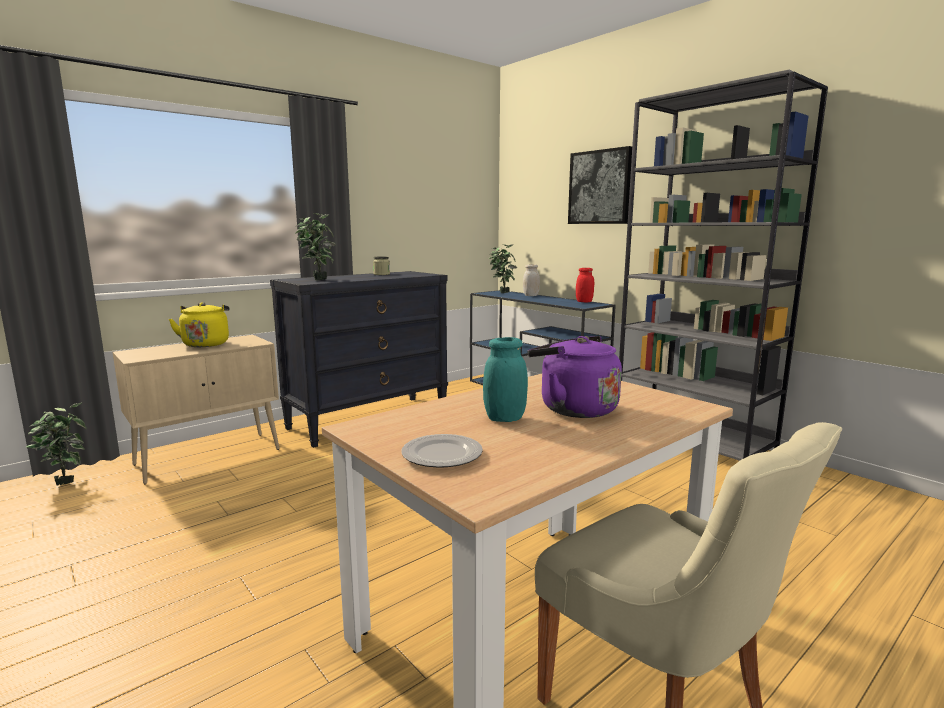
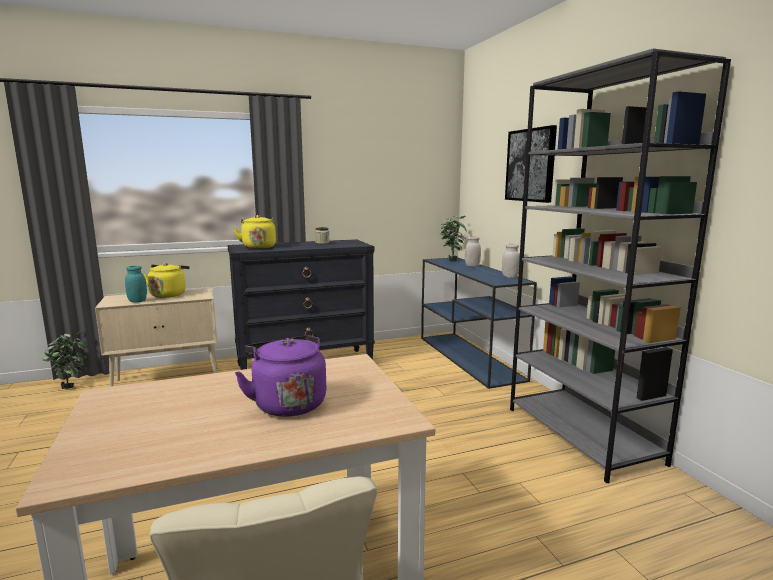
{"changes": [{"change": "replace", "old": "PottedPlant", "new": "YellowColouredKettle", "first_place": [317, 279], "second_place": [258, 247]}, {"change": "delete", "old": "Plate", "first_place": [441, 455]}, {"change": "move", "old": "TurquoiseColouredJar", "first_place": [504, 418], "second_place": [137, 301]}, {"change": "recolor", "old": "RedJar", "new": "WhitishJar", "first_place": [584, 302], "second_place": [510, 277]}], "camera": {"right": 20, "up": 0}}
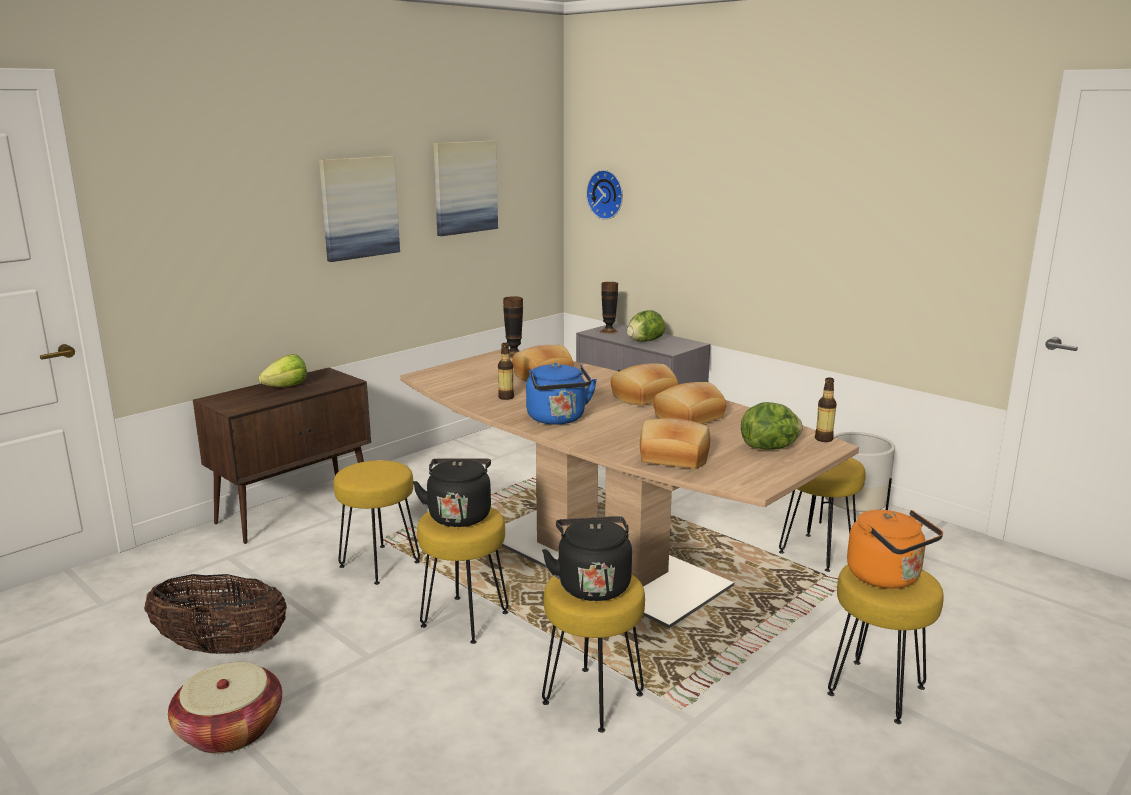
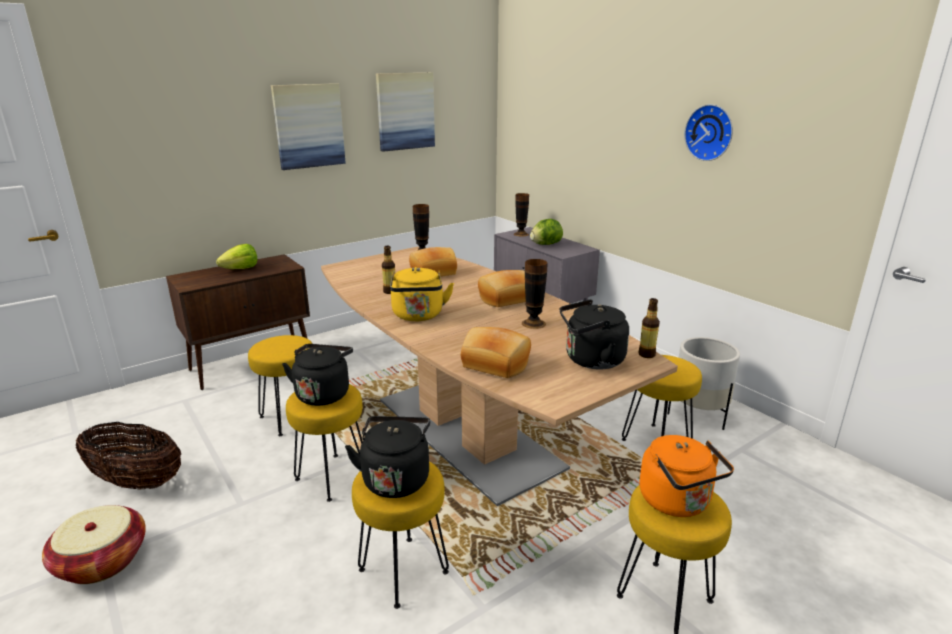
{"changes": [{"change": "recolor", "old": "BlueKettle", "new": "YellowColouredKettle", "first_place": [558, 419], "second_place": [418, 316]}, {"change": "move", "old": "WallClock", "first_place": [607, 194], "second_place": [710, 132]}, {"change": "replace", "old": "Bread", "new": "FlowerVase", "first_place": [690, 418], "second_place": [533, 323]}, {"change": "replace", "old": "LettuceHead", "new": "BlackishKettle", "first_place": [770, 448], "second_place": [591, 360]}], "camera": {"right": 10, "up": 5}}
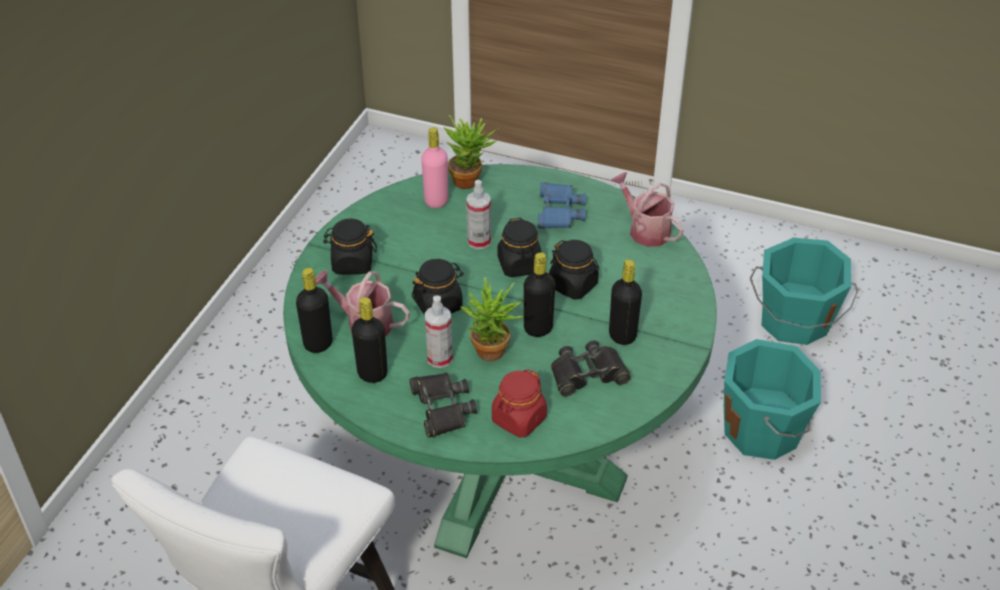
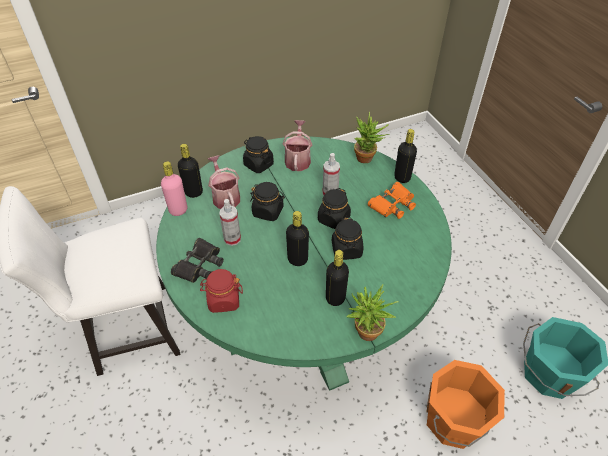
{"changes": [{"change": "move", "old": "BlackishBeverageBottle", "first_place": [372, 374], "second_place": [402, 177]}, {"change": "move", "old": "PinkBeverageBottle", "first_place": [436, 201], "second_place": [178, 210]}, {"change": "move", "old": "PottedPlant", "first_place": [491, 356], "second_place": [365, 335]}, {"change": "recolor", "old": "BlueFieldGlasses", "new": "OrangeColouredFieldGlasses", "first_place": [559, 211], "second_place": [392, 204]}, {"change": "delete", "old": "BlackishFieldGlasses", "first_place": [587, 374]}, {"change": "move", "old": "SprinklingCan", "first_place": [645, 230], "second_place": [298, 159]}, {"change": "recolor", "old": "TurquoiseColouredBucket", "new": "OrangeColouredBucket", "first_place": [763, 431], "second_place": [454, 421]}], "camera": {"right": 45, "up": 5}}
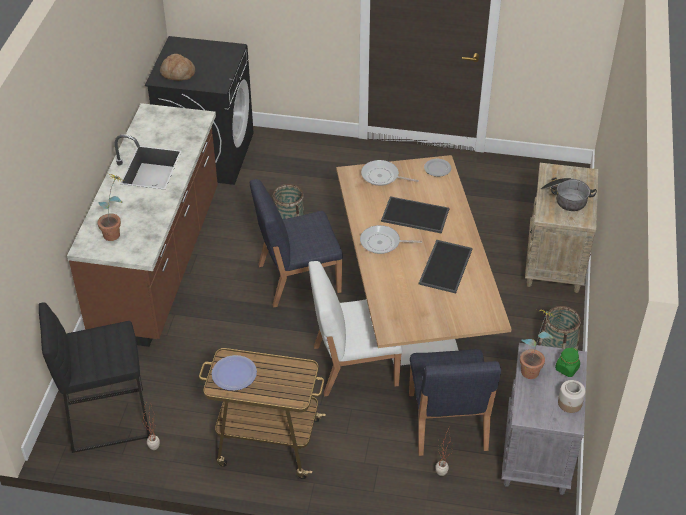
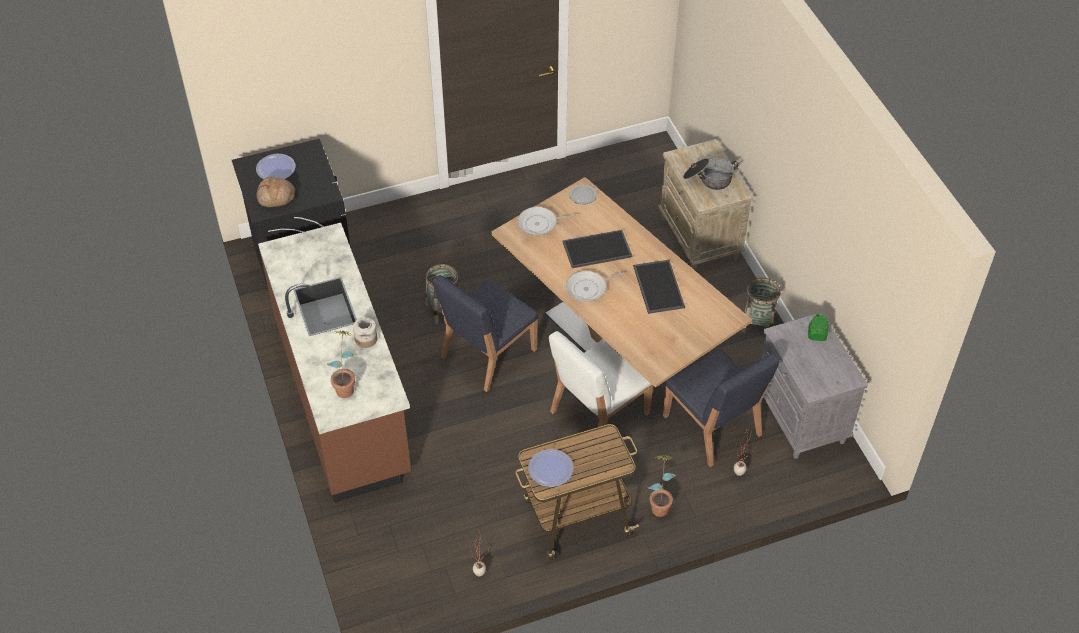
{"changes": [{"change": "delete", "old": "BlackishStoolSeat", "first_place": [108, 419]}, {"change": "move", "old": "PottedPlant", "first_place": [532, 368], "second_place": [660, 504]}, {"change": "move", "old": "Jar", "first_place": [570, 403], "second_place": [366, 339]}, {"change": "insert", "new": "Plate", "second_place": [276, 168]}], "camera": {"right": -30, "up": 5}}
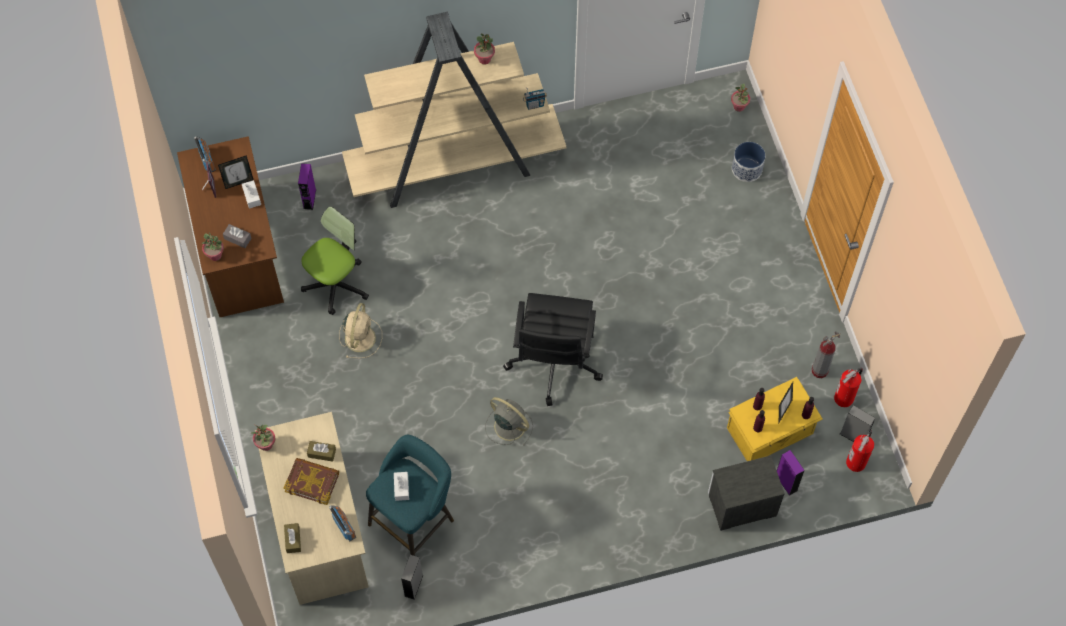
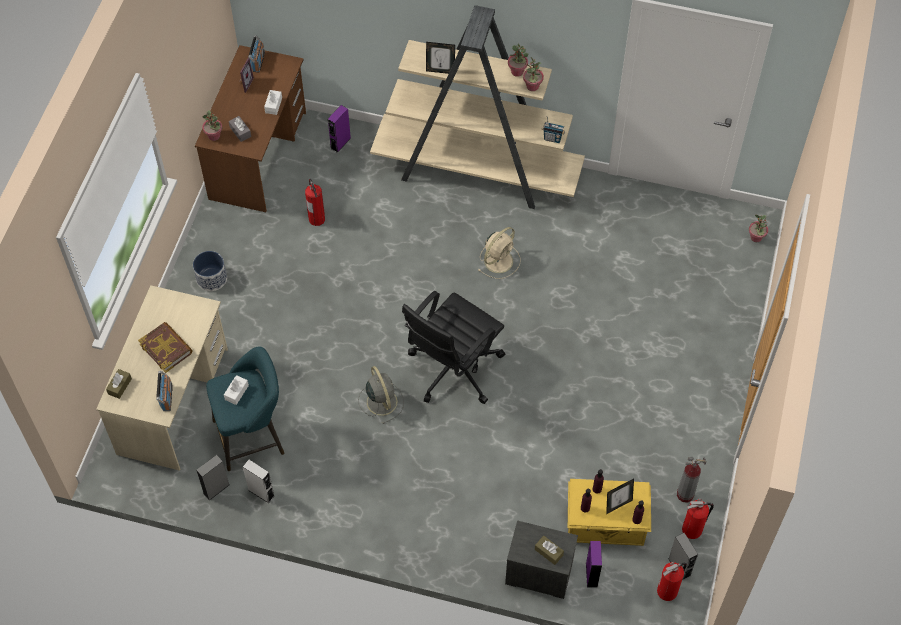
{"changes": [{"change": "move", "old": "PhotoFrame", "first_place": [238, 182], "second_place": [440, 70]}, {"change": "move", "old": "PottedPlant", "first_place": [266, 444], "second_place": [532, 86]}, {"change": "replace", "old": "DeskChair", "new": "FireExtinguisher", "first_place": [336, 284], "second_place": [316, 218]}, {"change": "move", "old": "BrownBoxOfTissues", "first_place": [322, 453], "second_place": [548, 552]}, {"change": "move", "old": "SandColouredElectricFan", "first_place": [360, 337], "second_place": [499, 260]}, {"change": "move", "old": "Planter", "first_place": [747, 169], "second_place": [211, 279]}, {"change": "insert", "new": "GreySpeaker", "second_place": [261, 492]}], "camera": {"right": 30, "up": -5}}
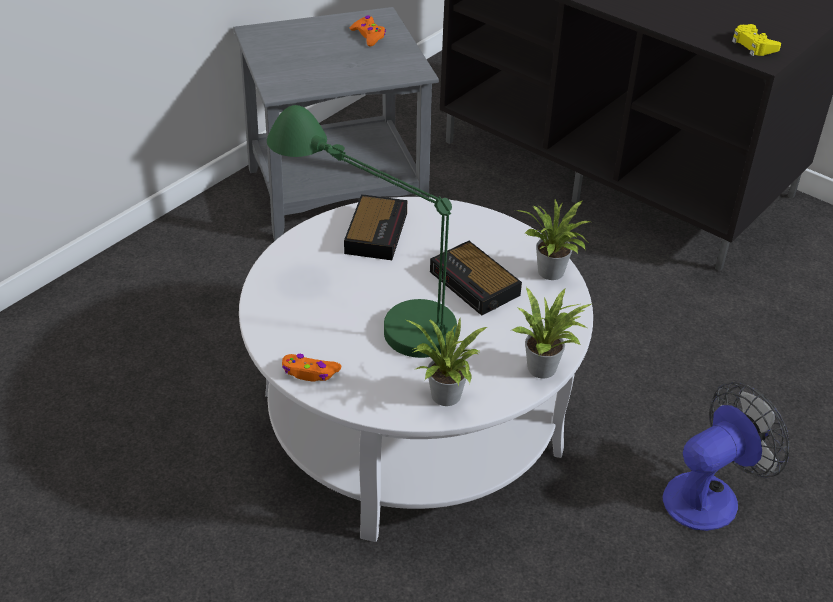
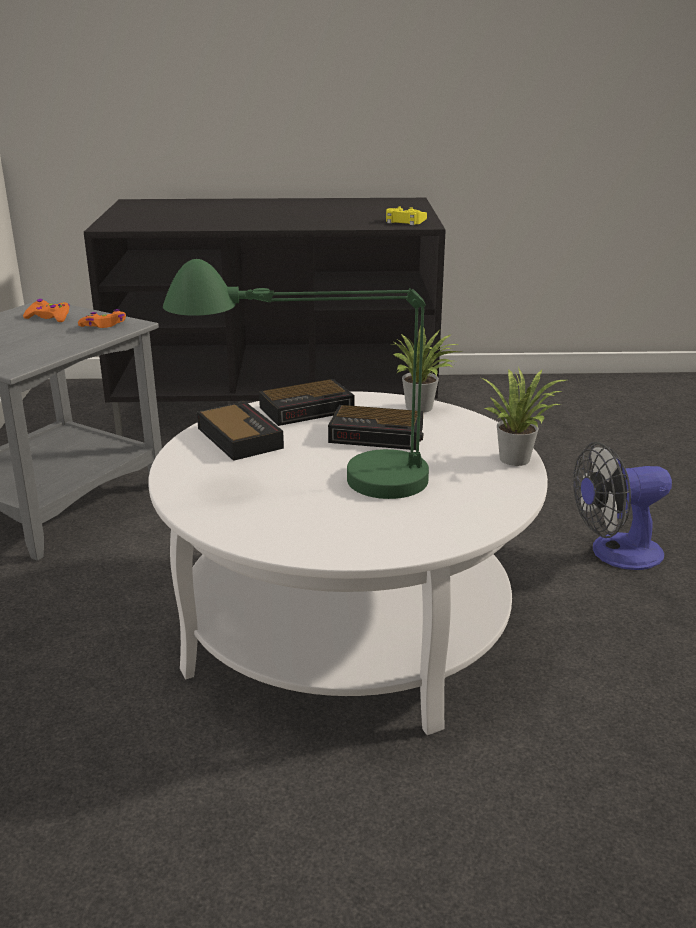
{"changes": [{"change": "move", "old": "OrangeColouredJoypad", "first_place": [310, 372], "second_place": [104, 325]}, {"change": "delete", "old": "PottedPlant", "first_place": [444, 398]}, {"change": "rotate", "old": "ElectricFan", "first_place": [710, 495], "second_place": [615, 553], "degrees": -120}, {"change": "insert", "new": "AlarmClock", "second_place": [308, 409]}], "camera": {"right": -40, "up": -15}}
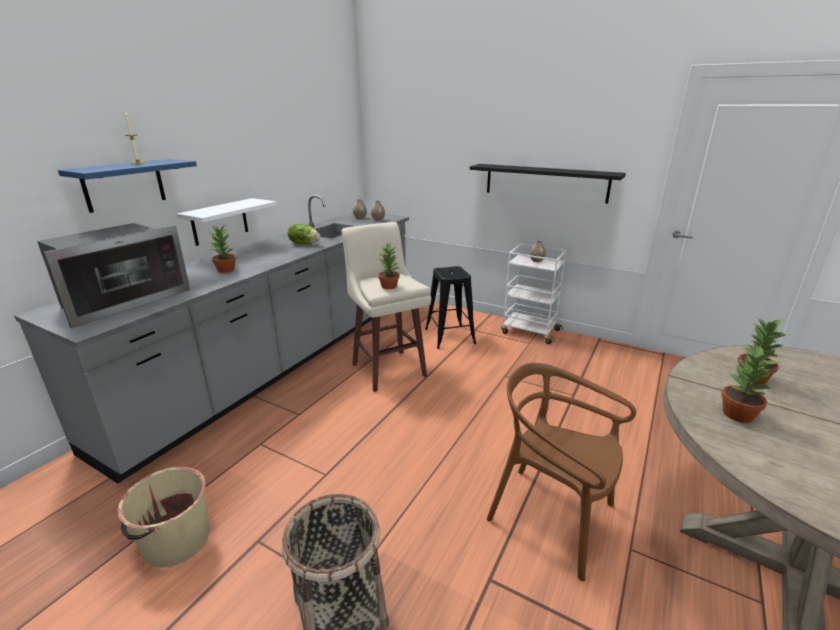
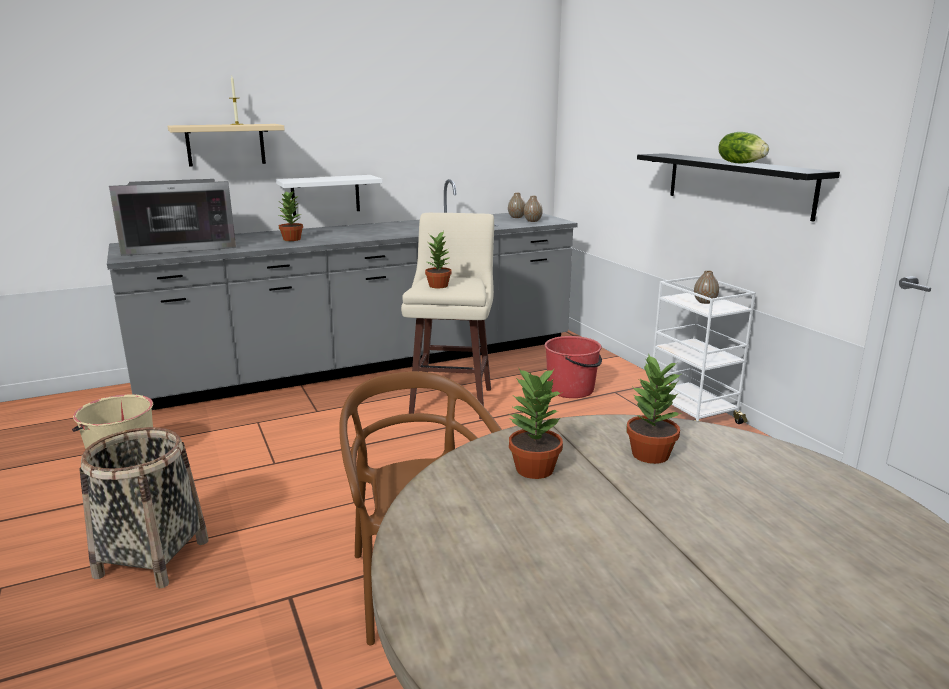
{"changes": [{"change": "recolor", "old": "BlueShelf", "new": "SandColouredShelf", "first_place": [124, 185], "second_place": [225, 144]}, {"change": "move", "old": "LettuceHead", "first_place": [304, 244], "second_place": [740, 163]}, {"change": "replace", "old": "BlackishStoolSeat", "new": "RedBucket", "first_place": [449, 336], "second_place": [571, 389]}], "camera": {"right": 35, "up": -5}}
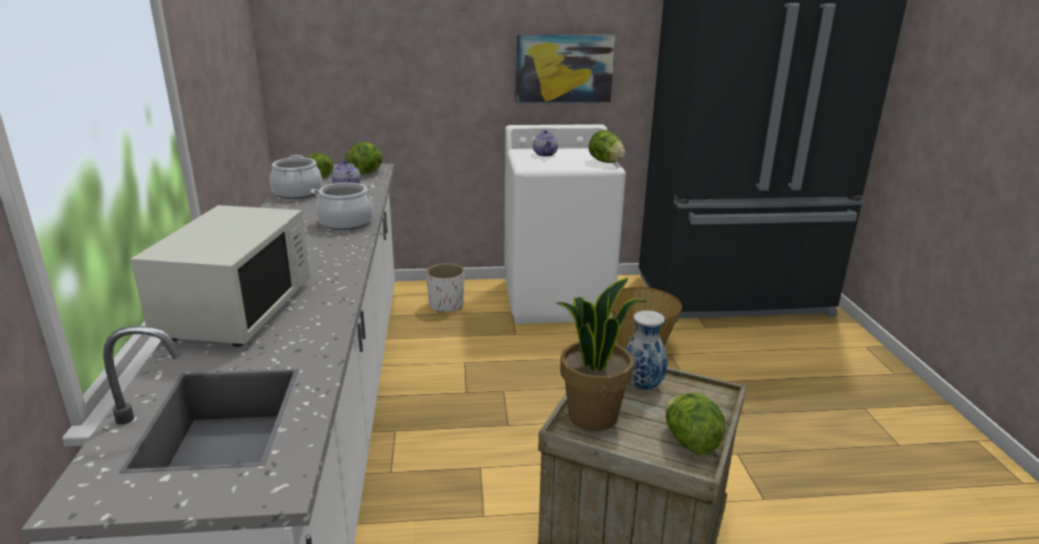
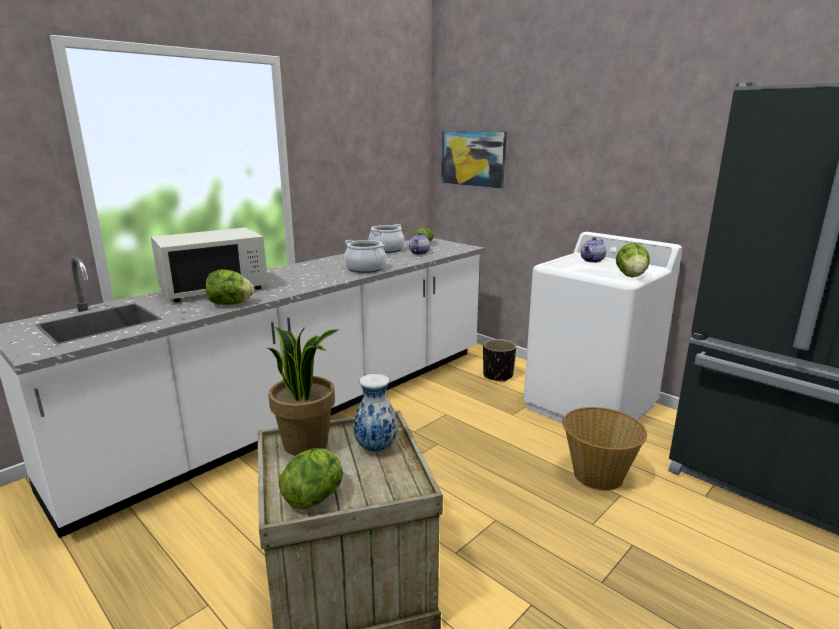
{"changes": [{"change": "move", "old": "LettuceHead", "first_place": [366, 173], "second_place": [230, 304]}, {"change": "recolor", "old": "WhitishPlanter", "new": "BlackishPlanter", "first_place": [446, 305], "second_place": [497, 375]}, {"change": "move", "old": "WallArt", "first_place": [564, 68], "second_place": [473, 158]}], "camera": {"right": 50, "up": -5}}
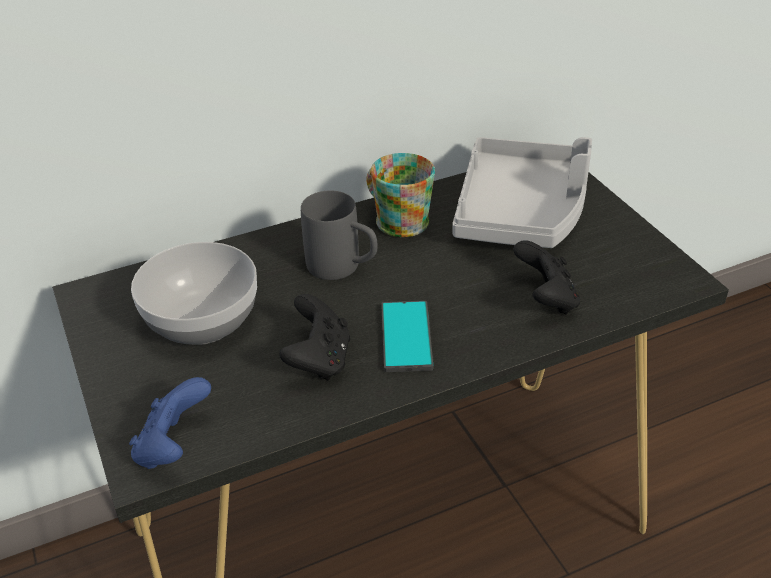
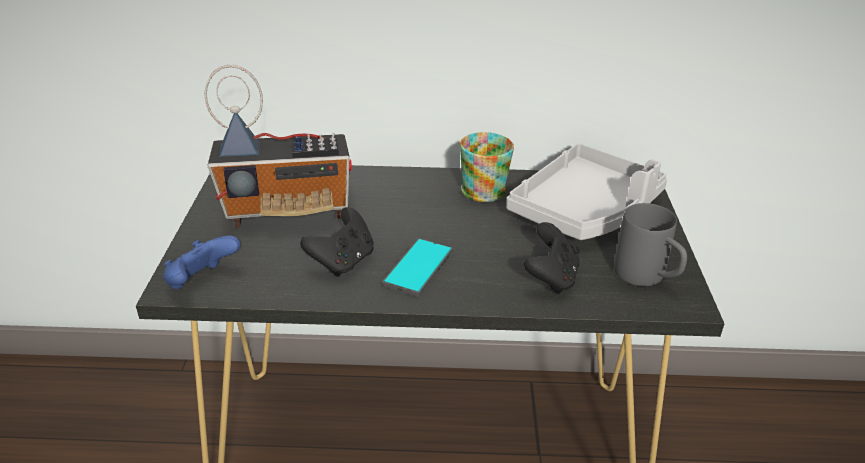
{"changes": [{"change": "replace", "old": "DeepDish", "new": "Radio", "first_place": [203, 320], "second_place": [289, 211]}, {"change": "move", "old": "GreyCoffeeMug", "first_place": [343, 268], "second_place": [647, 278]}], "camera": {"right": 25, "up": -5}}
